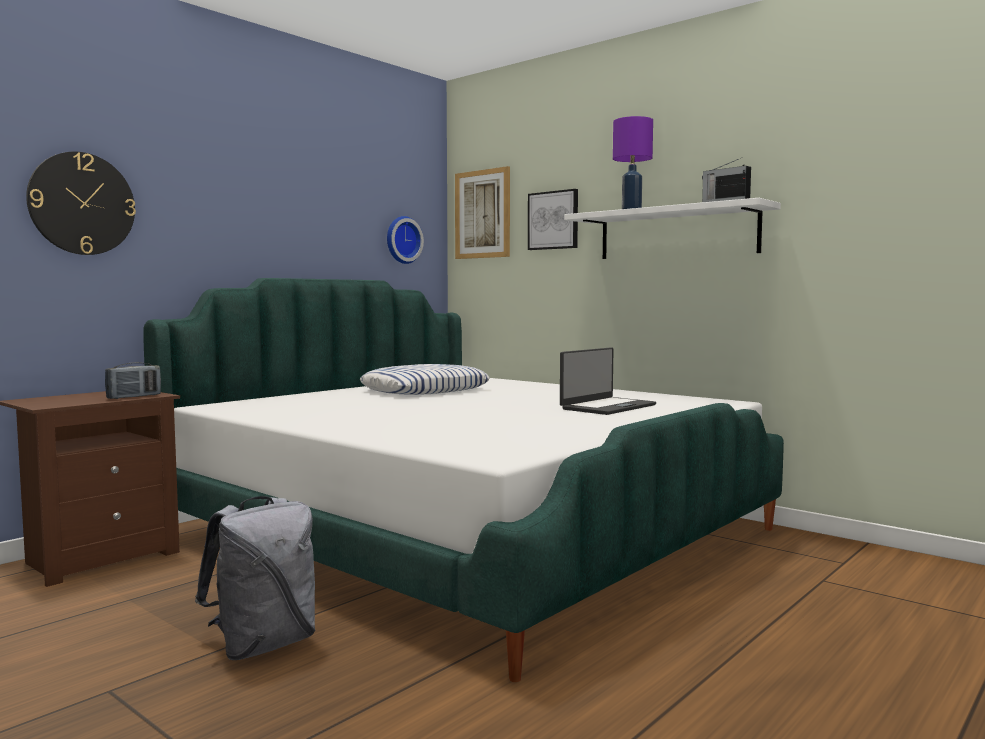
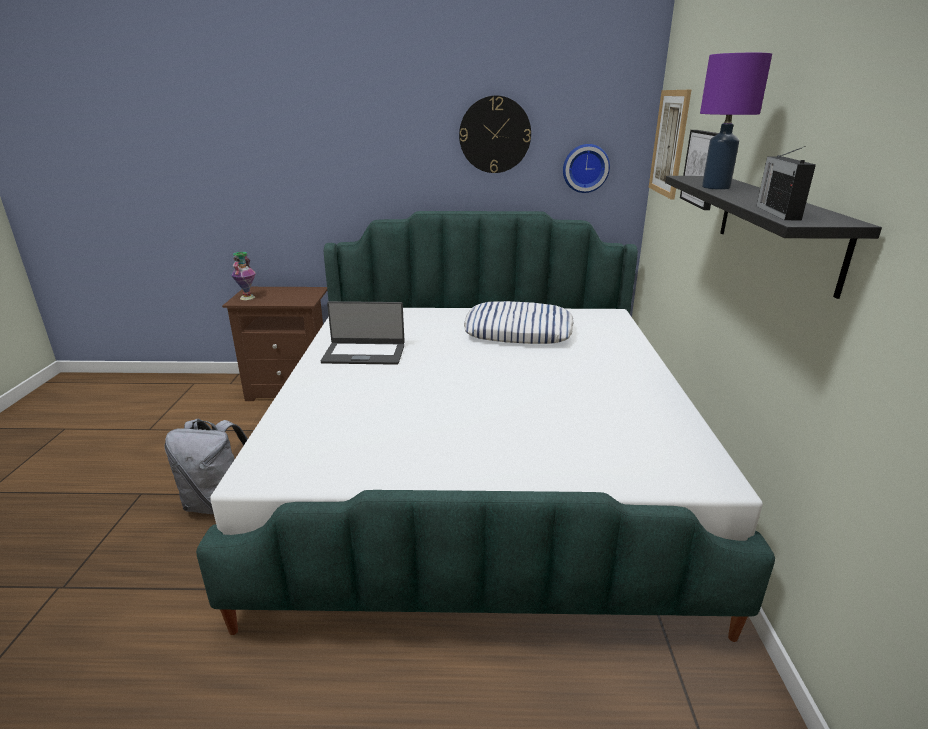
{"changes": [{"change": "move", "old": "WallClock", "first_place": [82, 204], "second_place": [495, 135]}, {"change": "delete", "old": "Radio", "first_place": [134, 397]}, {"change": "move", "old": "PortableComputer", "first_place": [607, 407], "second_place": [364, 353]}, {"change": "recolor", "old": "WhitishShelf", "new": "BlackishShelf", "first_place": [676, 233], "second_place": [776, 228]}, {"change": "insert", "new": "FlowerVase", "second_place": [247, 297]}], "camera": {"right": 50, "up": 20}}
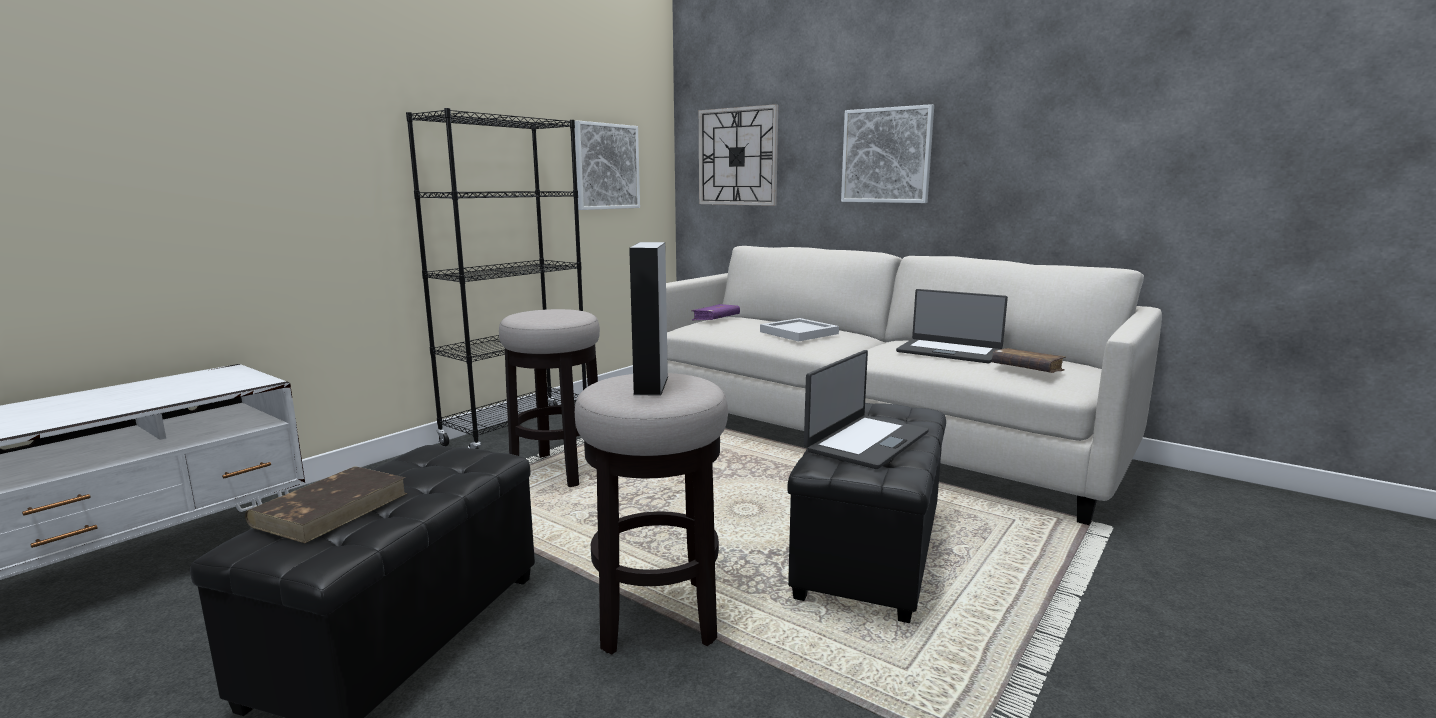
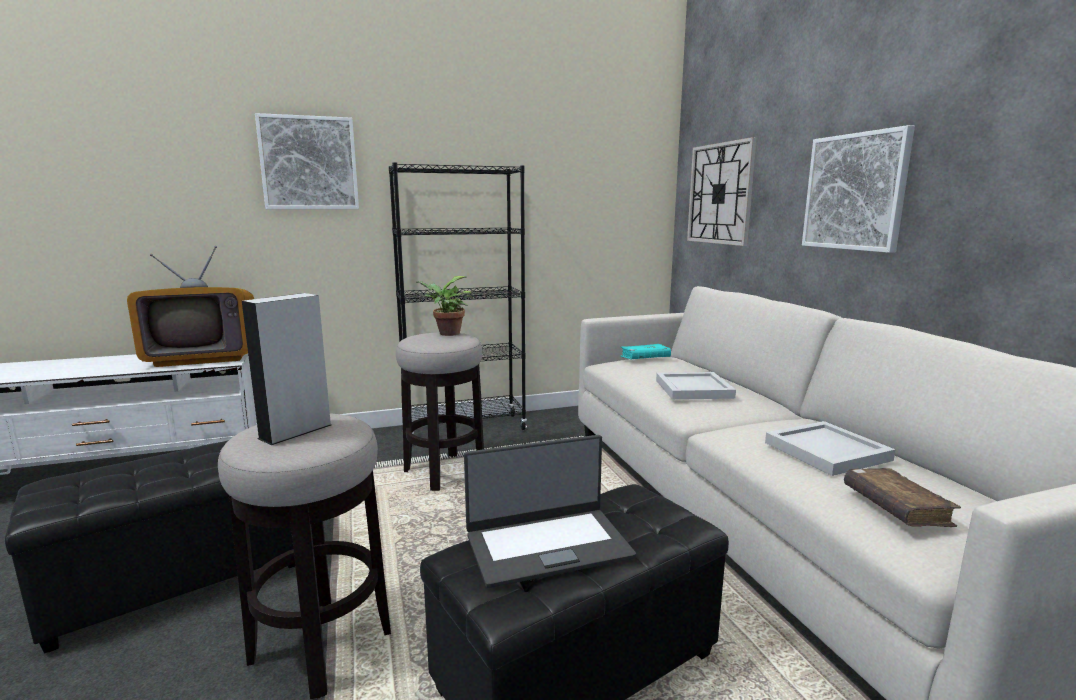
{"changes": [{"change": "delete", "old": "BrownBook", "first_place": [332, 508]}, {"change": "move", "old": "WallArt", "first_place": [606, 166], "second_place": [309, 163]}, {"change": "recolor", "old": "PurpleColouredBook", "new": "TurquoiseColouredBook", "first_place": [716, 319], "second_place": [645, 358]}, {"change": "replace", "old": "PortableComputer", "new": "WhitishServingTray", "first_place": [949, 351], "second_place": [829, 451]}, {"change": "insert", "new": "Television", "second_place": [204, 357]}, {"change": "insert", "new": "PottedPlant", "second_place": [446, 334]}], "camera": {"right": 35, "up": 0}}
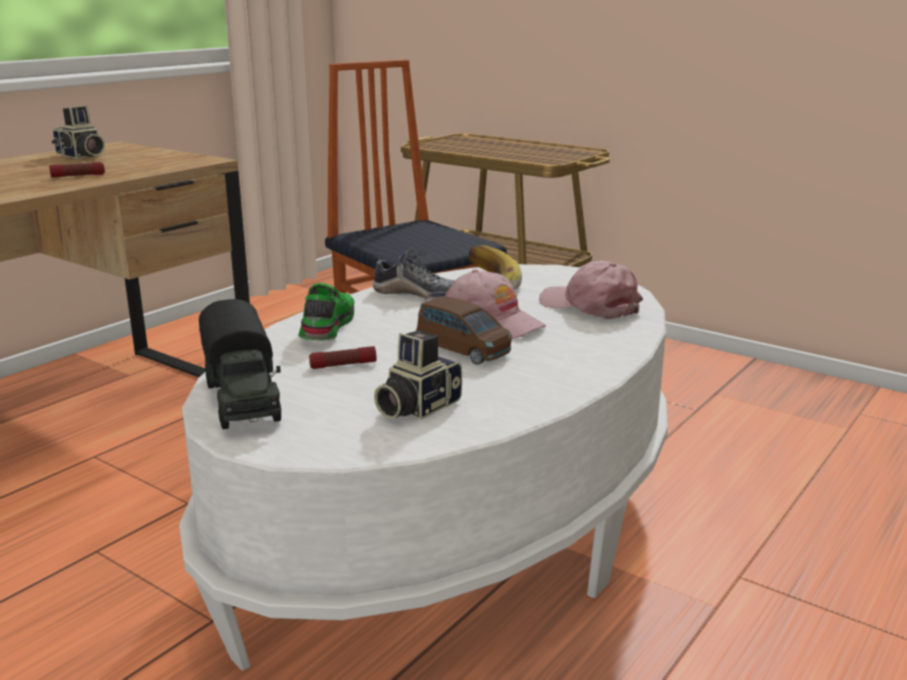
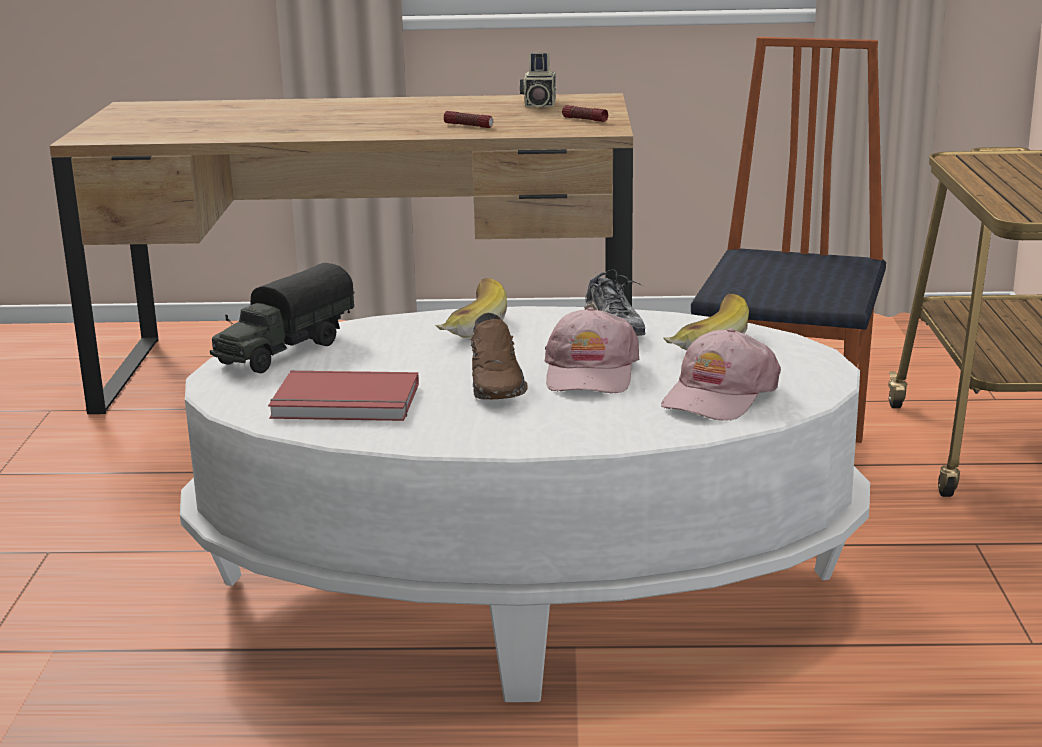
{"changes": [{"change": "replace", "old": "GreenishLowShoe", "new": "WholeBanana", "first_place": [325, 327], "second_place": [468, 325]}, {"change": "move", "old": "HandTorch", "first_place": [343, 365], "second_place": [584, 119]}, {"change": "replace", "old": "StillCamera", "new": "RedBook", "first_place": [415, 407], "second_place": [345, 403]}, {"change": "replace", "old": "BrownModelCar", "new": "BrownLowShoe", "first_place": [463, 350], "second_place": [498, 382]}, {"change": "rotate", "old": "PinkPeakedCap", "first_place": [590, 305], "second_place": [719, 395], "degrees": -150}], "camera": {"right": 55, "up": 0}}
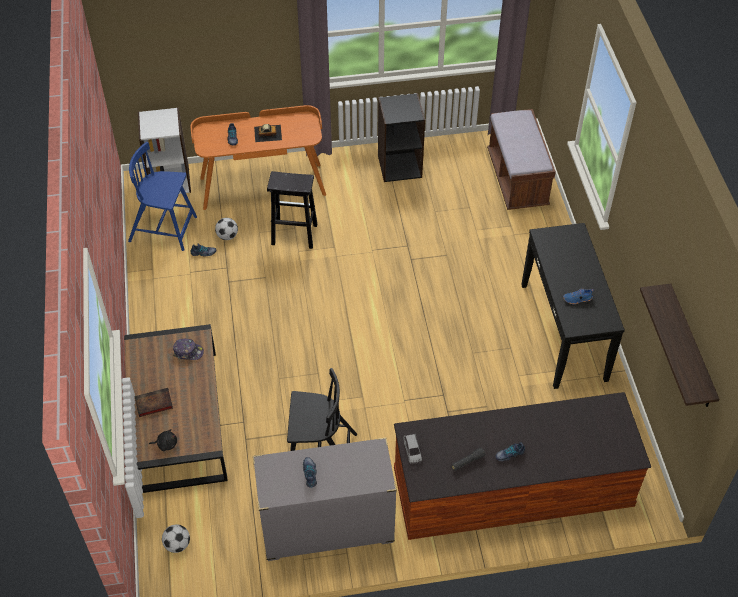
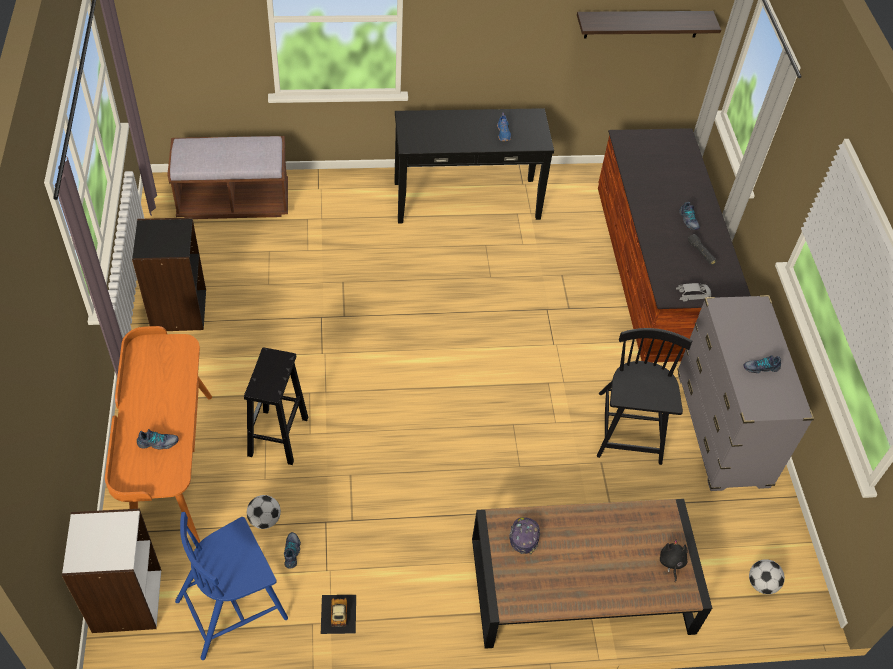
{"changes": [{"change": "rotate", "old": "BlueUprightChair", "first_place": [164, 229], "second_place": [233, 608], "degrees": 45}, {"change": "delete", "old": "Book", "first_place": [153, 404]}, {"change": "move", "old": "ModelCar", "first_place": [267, 133], "second_place": [338, 614]}], "camera": {"right": -90, "up": 0}}
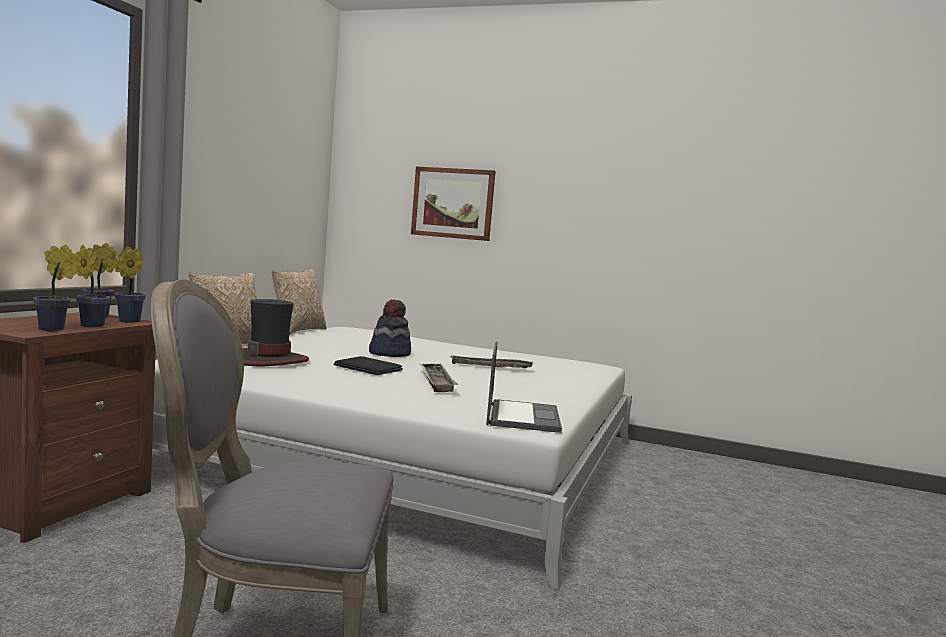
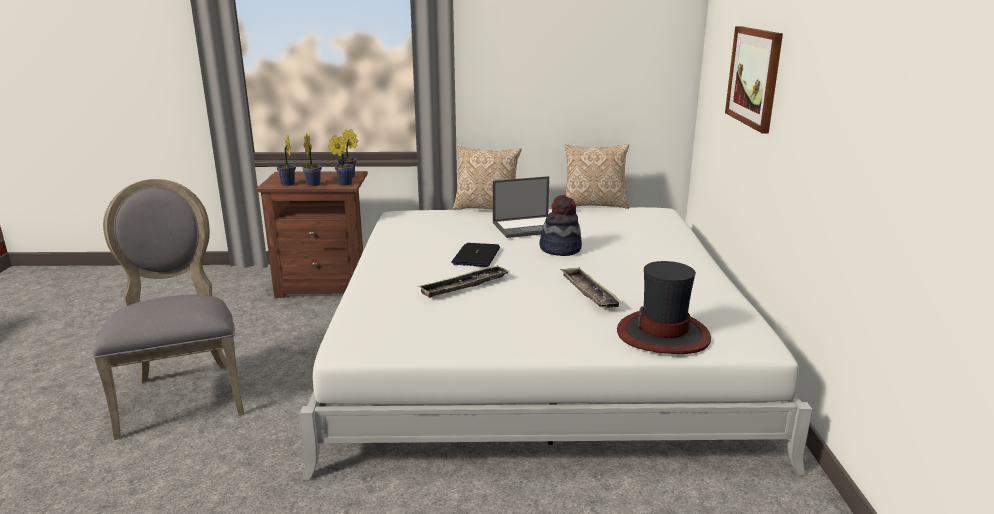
{"changes": [{"change": "move", "old": "Hat", "first_place": [269, 360], "second_place": [663, 334]}, {"change": "move", "old": "PortableComputer", "first_place": [522, 416], "second_place": [528, 227]}], "camera": {"right": 70, "up": 15}}
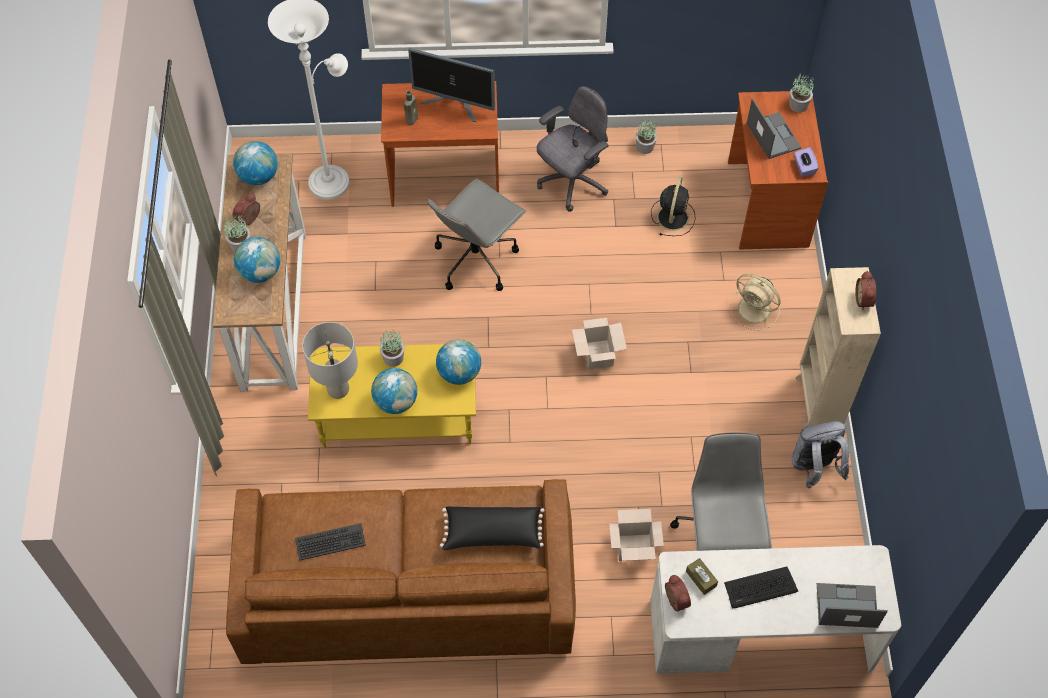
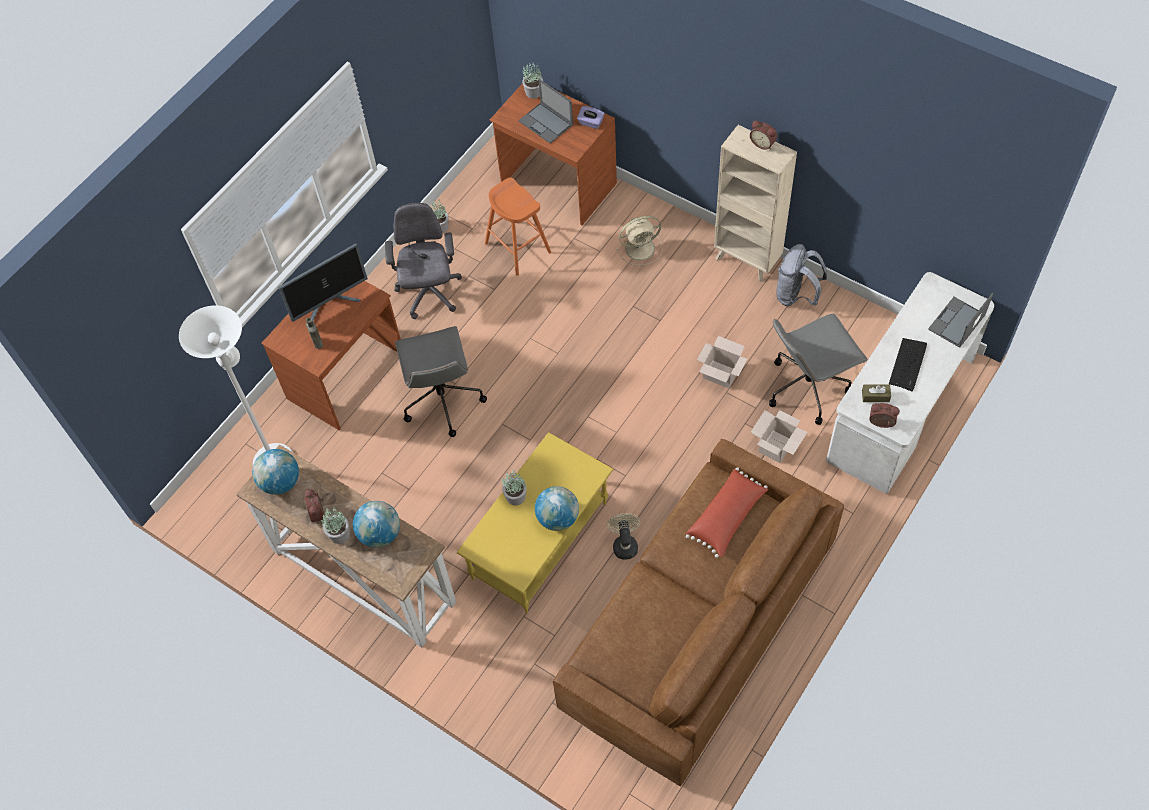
{"changes": [{"change": "delete", "old": "PcKeyboard", "first_place": [330, 542]}, {"change": "delete", "old": "GreyTableLamp", "first_place": [338, 390]}, {"change": "delete", "old": "Globe", "first_place": [459, 373]}, {"change": "recolor", "old": "BlackishPillow", "new": "RedPillow", "first_place": [492, 534], "second_place": [727, 517]}, {"change": "move", "old": "Carton", "first_place": [597, 354], "second_place": [719, 374]}, {"change": "replace", "old": "BlackishElectricFan", "new": "OrangeColouredStoolSeat", "first_place": [673, 216], "second_place": [518, 248]}, {"change": "rotate", "old": "GreyDeskChair", "first_place": [720, 538], "second_place": [808, 387], "degrees": -60}, {"change": "rotate", "old": "PortableComputer", "first_place": [773, 135], "second_place": [546, 123], "degrees": -150}, {"change": "insert", "new": "SandColouredElectricFan", "second_place": [624, 544]}], "camera": {"right": -50, "up": 0}}
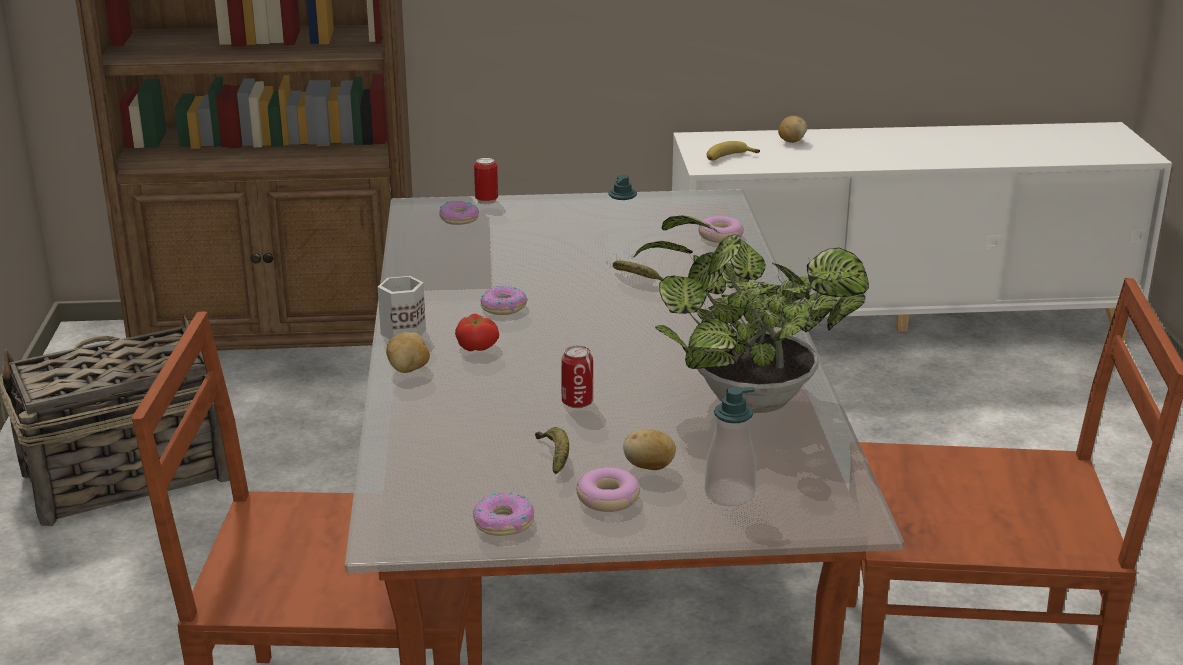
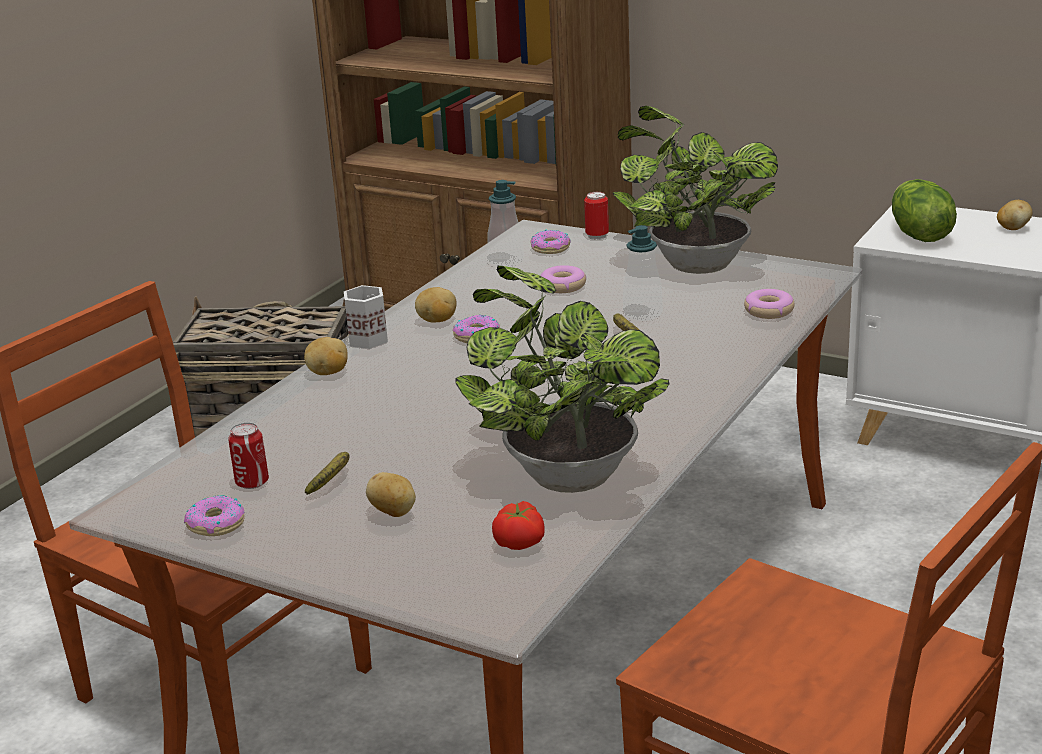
{"changes": [{"change": "move", "old": "FreshTomato", "first_place": [477, 346], "second_place": [520, 542]}, {"change": "move", "old": "MetalCan", "first_place": [577, 402], "second_place": [252, 482]}, {"change": "move", "old": "Donut", "first_place": [607, 498], "second_place": [562, 286]}, {"change": "move", "old": "SoapBottle", "first_place": [729, 494], "second_place": [506, 261]}, {"change": "replace", "old": "WholeBanana", "new": "LettuceHead", "first_place": [728, 158], "second_place": [918, 235]}, {"change": "insert", "new": "Spud", "second_place": [437, 321]}, {"change": "insert", "new": "PottedPlant", "second_place": [693, 264]}], "camera": {"right": 35, "up": 0}}
